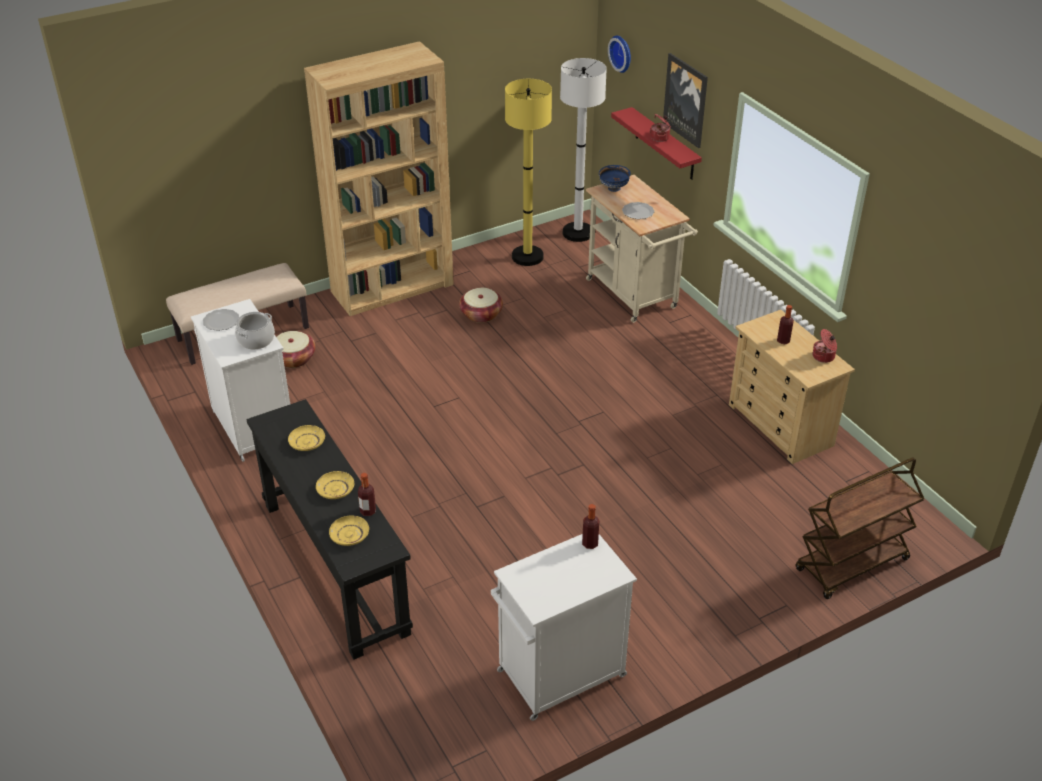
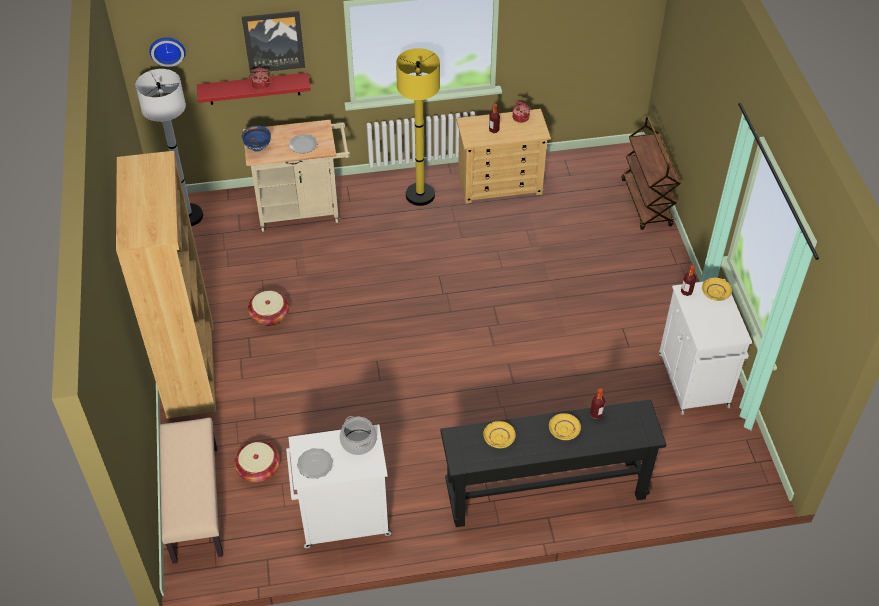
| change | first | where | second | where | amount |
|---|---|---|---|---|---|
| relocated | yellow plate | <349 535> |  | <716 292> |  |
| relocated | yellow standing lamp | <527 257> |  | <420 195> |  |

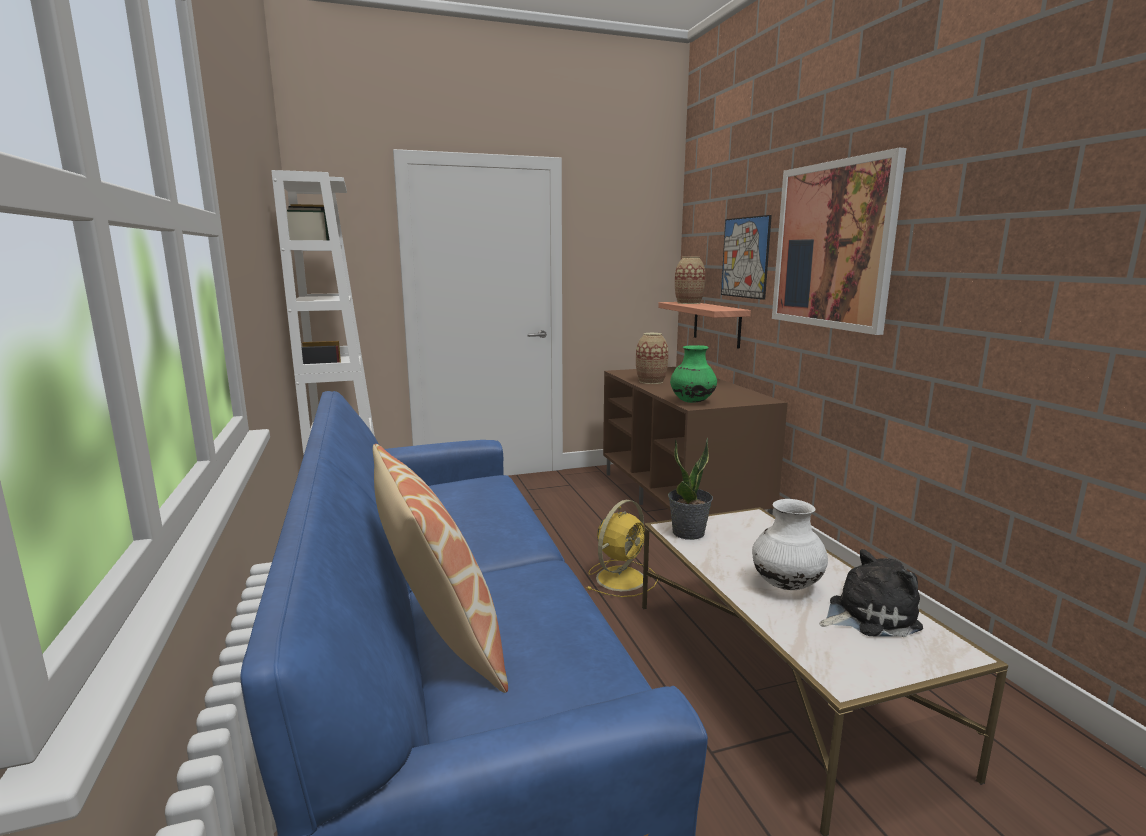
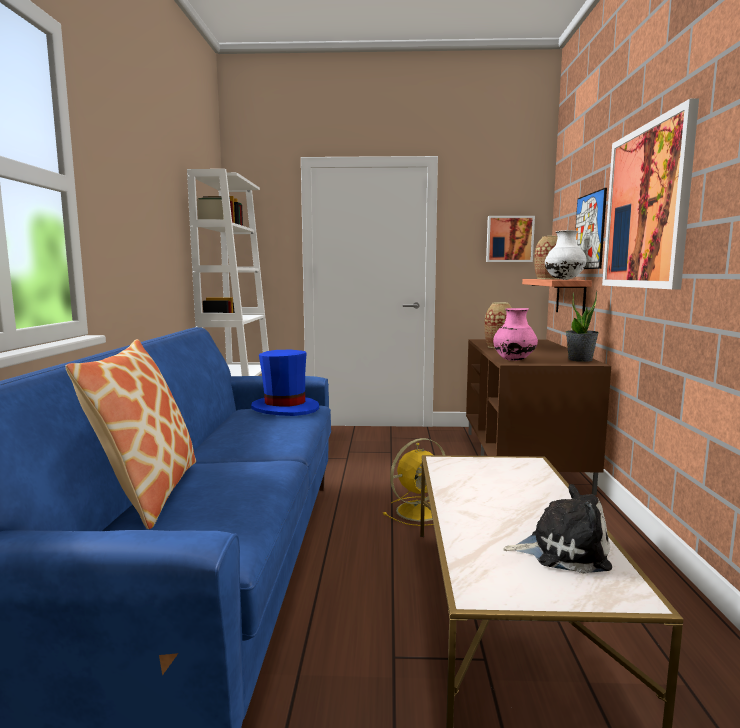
| change | first | where | second | where | amount |
|---|---|---|---|---|---|
| relocated | plant in a pot | <688 533> |  | <580 359> |  |
| colour | greenish flower vase | <692 402> | pinkish flower vase | <514 360> |  |
| relocated | whitish flower vase | <786 585> |  | <564 279> |  |
| appeared |  |  | blue hat | <285 408> |  |
| appeared |  |  | wall art | <509 239> |  |

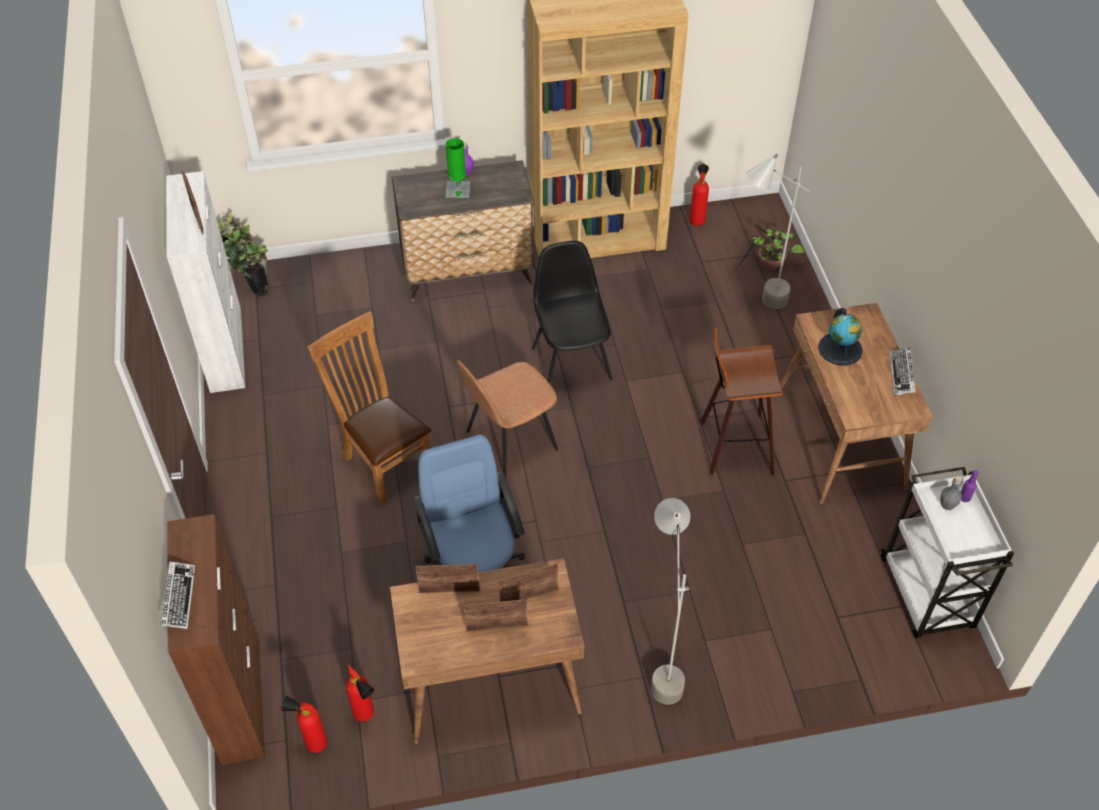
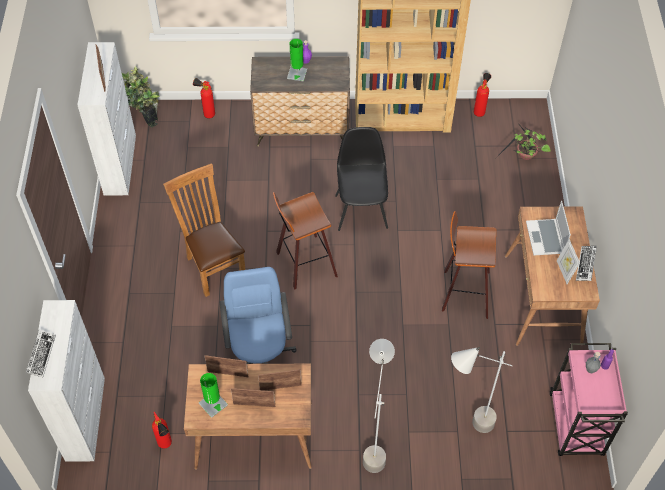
| change | first | where | second | where | amount |
|---|---|---|---|---|---|
| colour | brownish cabinet | <241 698> | whitish cabinet | <85 418> |  |
| relocated | fire-fighting cylinder | <312 743> |  | <207 114> |  |
| exchanged | brownish chair | <509 441> | sitting stool | <304 263> |  |
| relocated | grey standing lamp | <757 307> |  | <465 428> |  |
| exchanged | globe | <840 349> | portable computer | <545 238> |  |
| colour | whitish trolley | <927 595> | pinkish trolley | <576 426> |  |
| appeared |  |  | greenish tabletop lamp | <213 404> |  |
| appeared |  |  | photo frame | <564 271> |  |

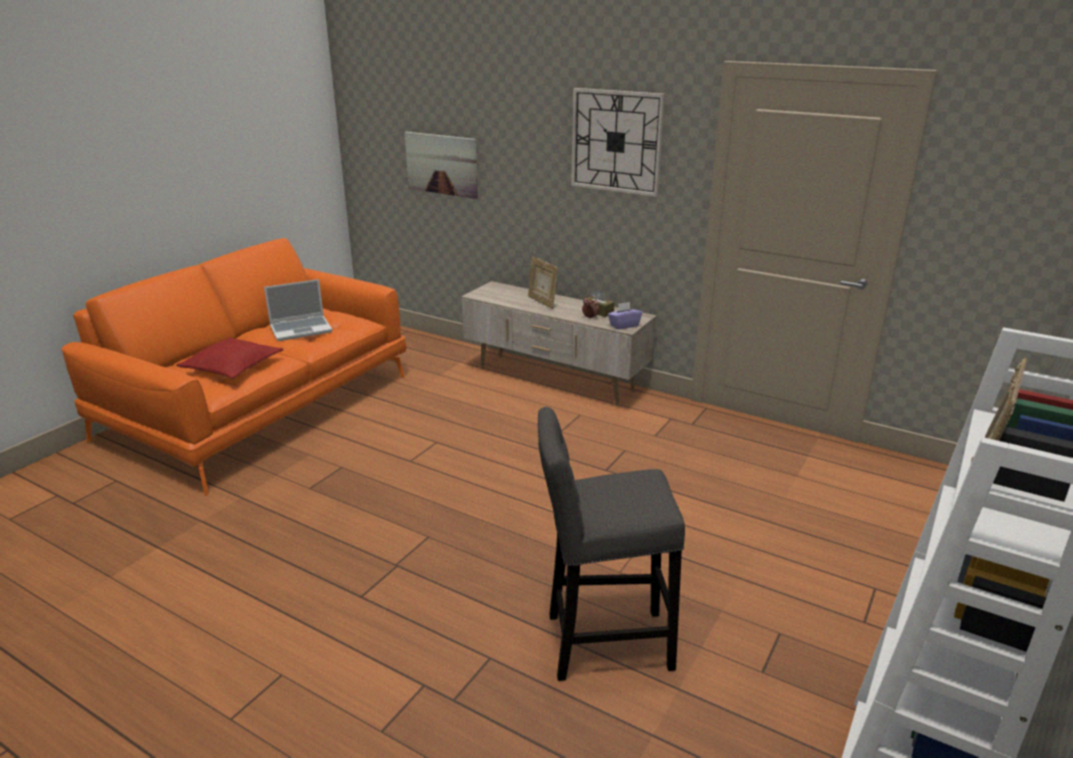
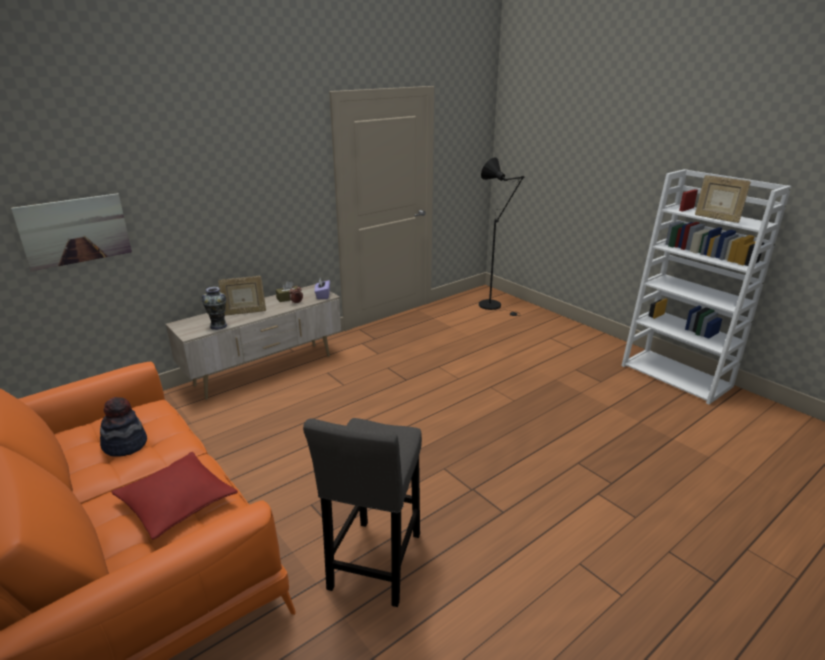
| change | first | where | second | where | amount |
|---|---|---|---|---|---|
| exchanged | portable computer | <301 329> | hat | <125 445> |  |
| relocated | grey sitting stool | <601 643> |  | <374 566> |  |
| missing | wall clock | <616 141> |  |  |  |
| appeared |  |  | flower vase | <218 326> |  |
| appeared |  |  | black-coloured standing lamp | <494 306> |  |

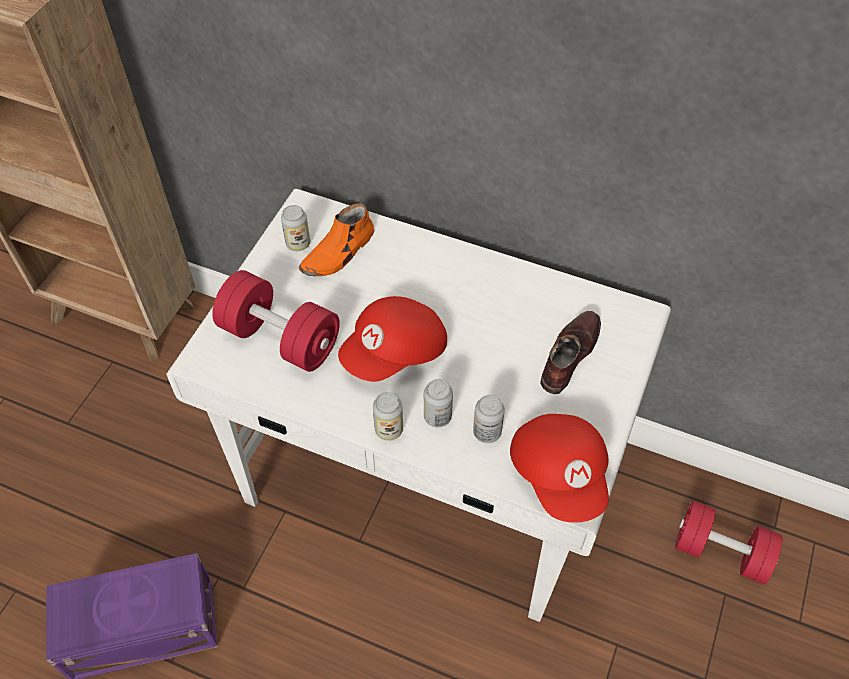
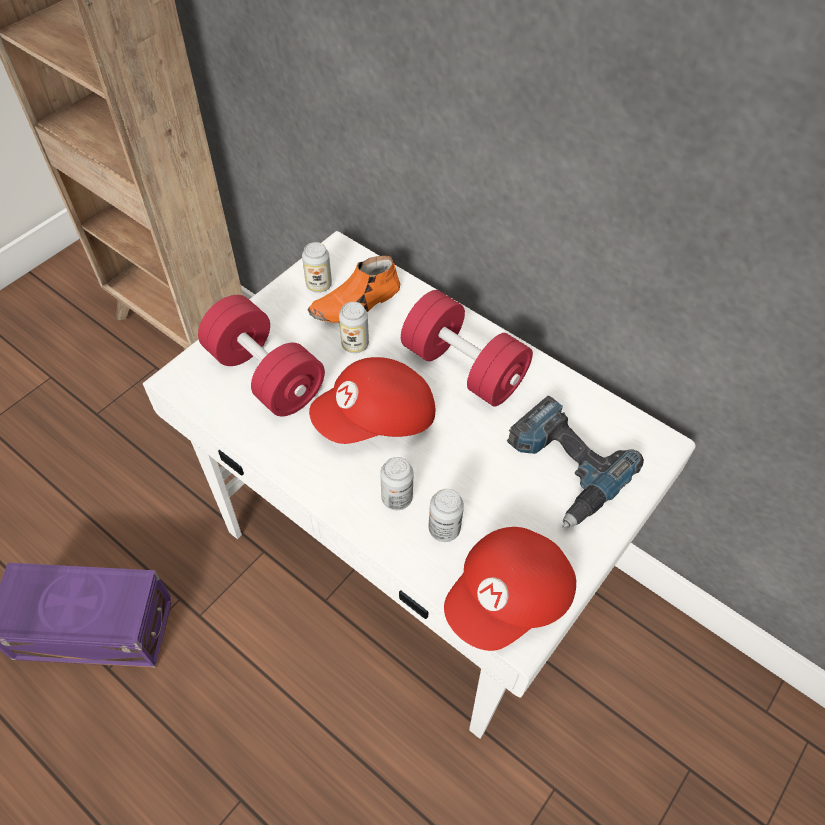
| change | first | where | second | where | amount |
|---|---|---|---|---|---|
| relocated | sealed can | <389 429> |  | <355 344> |  |
| spun | red-coloured baseball cap | <560 474> |  | <509 598> | 45 degrees clockwise |
| exchanged | brownish shoe | <568 355> | drill | <562 468> |  |
| relocated | red-coloured dumbbell | <721 551> |  | <463 368> |  |

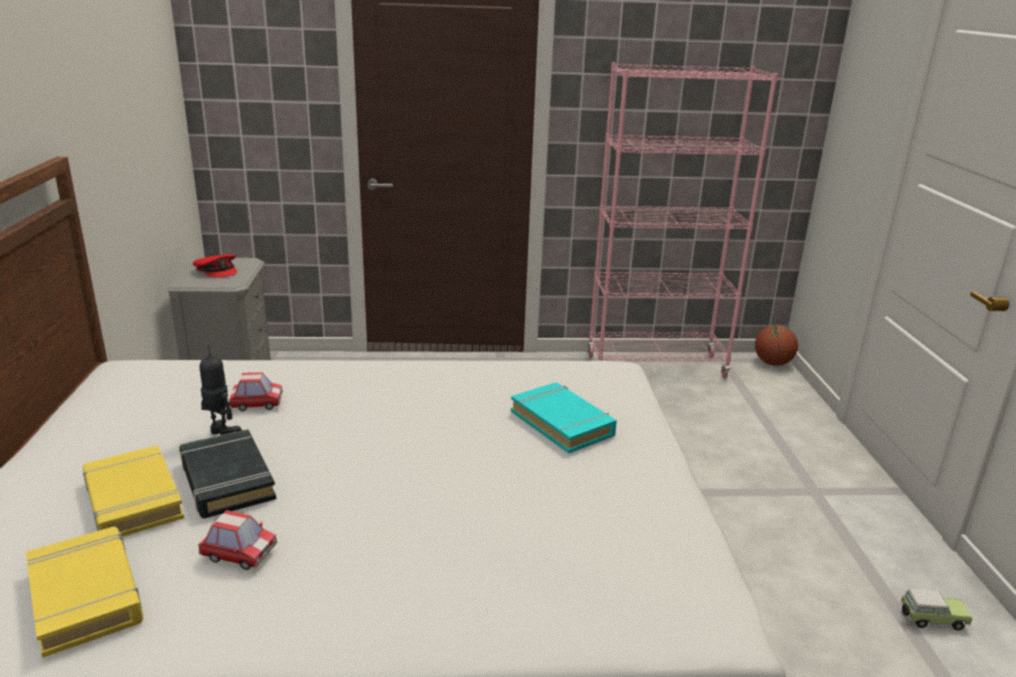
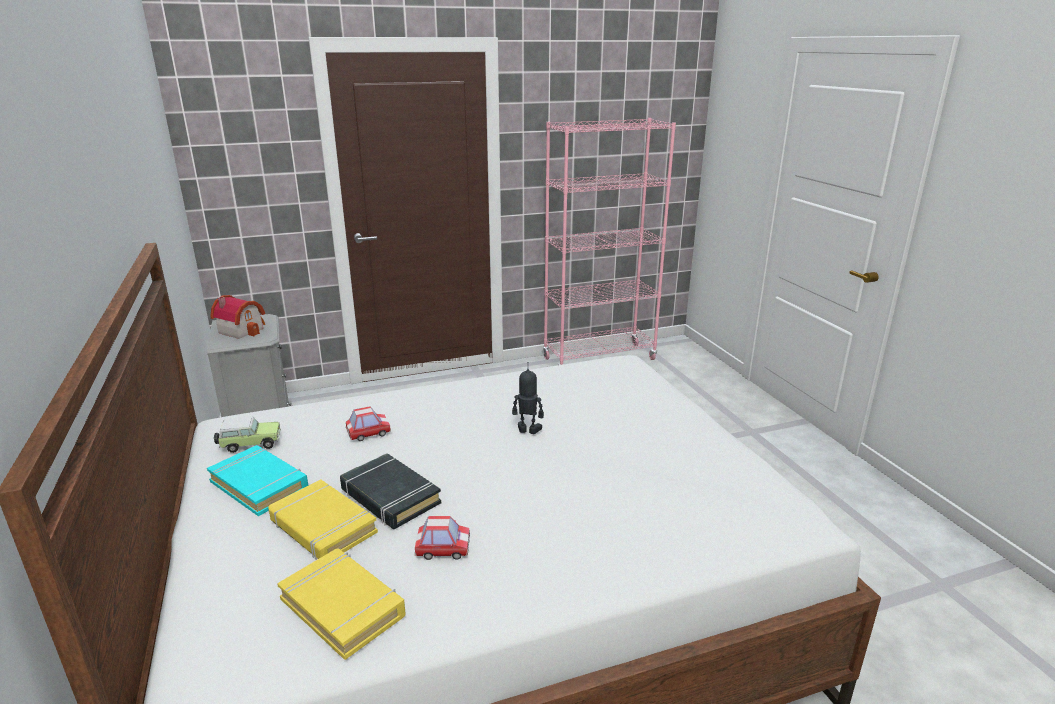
| change | first | where | second | where | amount |
|---|---|---|---|---|---|
| exchanged | red-coloured baseball cap | <217 271> | miniature house | <242 329> |  |
| relocated | robot figure | <221 433> |  | <528 431> |  |
| relocated | turquoise bound book | <562 423> |  | <260 485> |  |
| missing | basketball | <772 363> |  |  |  |
| relocated | miniature car | <930 619> |  | <249 444> |  |

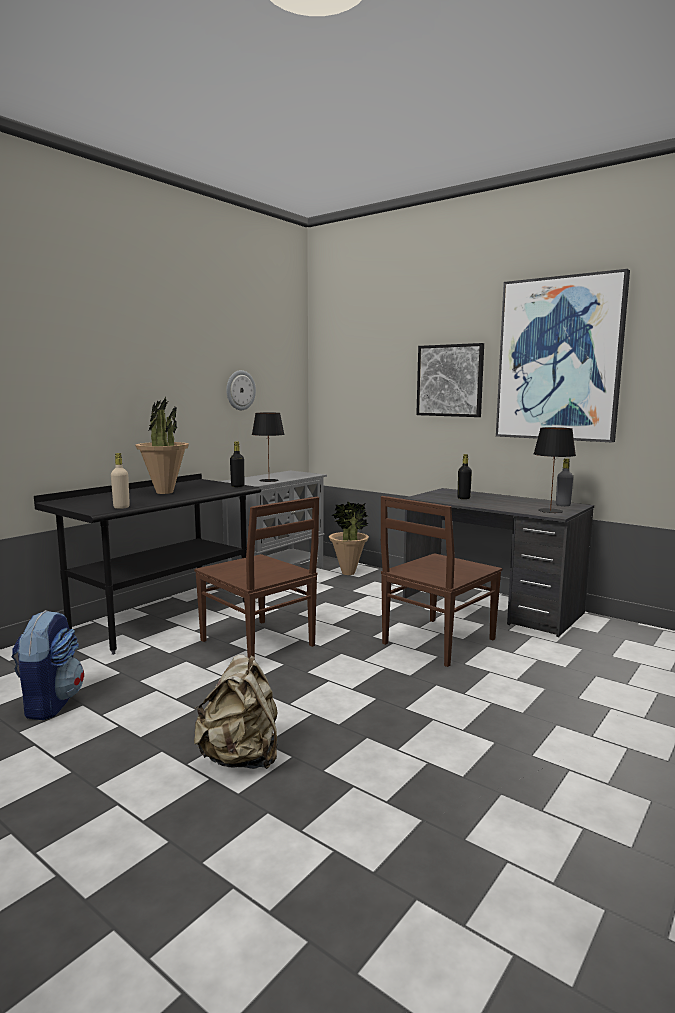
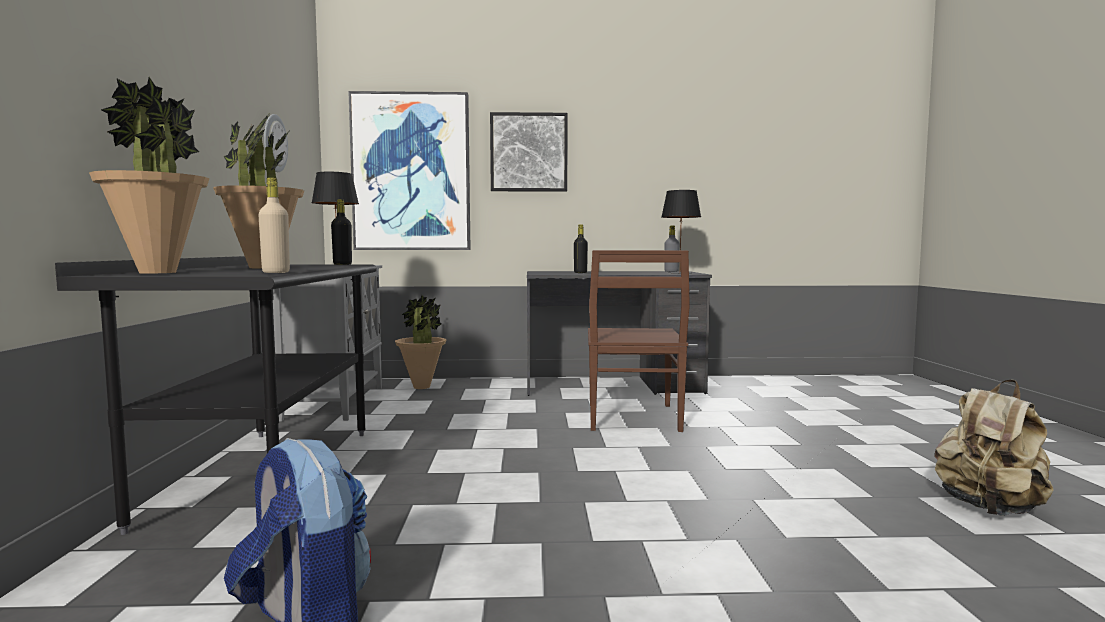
| change | first | where | second | where | amount |
|---|---|---|---|---|---|
| missing | brownish chair | <258 644> |  |  |  |
| relocated | beige-coloured backpack | <241 758> |  | <990 509> |  |
| relocated | wall art | <559 359> |  | <411 172> |  |
| appeared |  |  | plant in a pot | <158 272> |  |

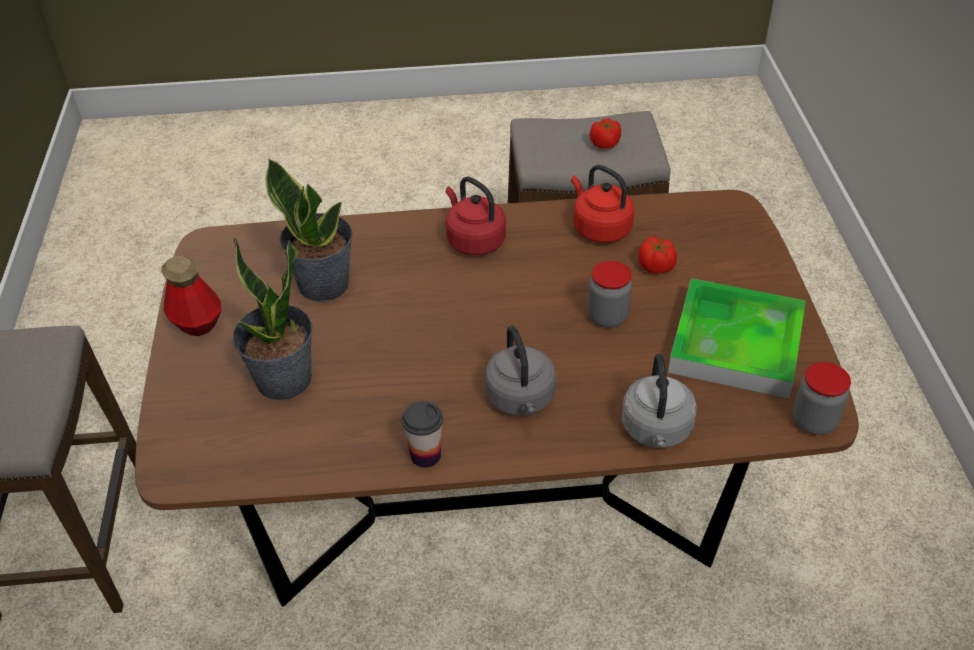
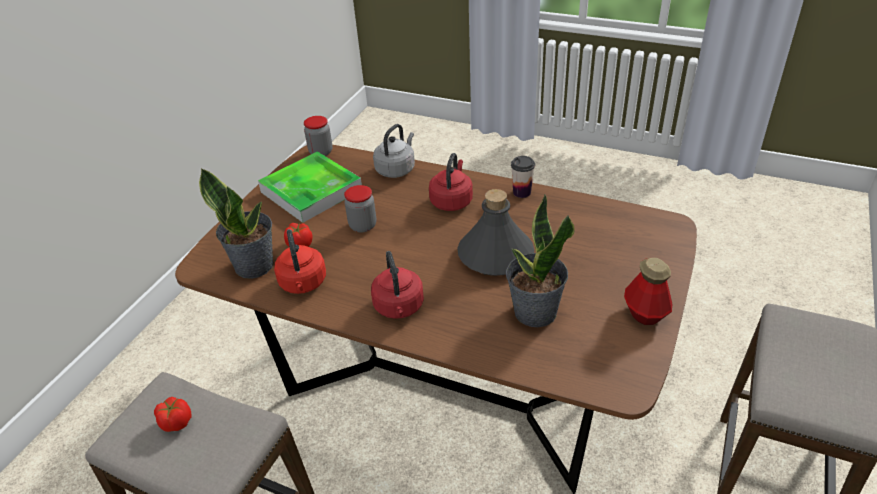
| change | first | where | second | where | amount |
|---|---|---|---|---|---|
| relocated | plant in a pot | <284 380> |  | <254 265> |  |
| colour | grey kettle | <521 400> | red-coloured kettle | <452 201> |  |
| appeared |  |  | grey drink bottle | <495 256> |  |

